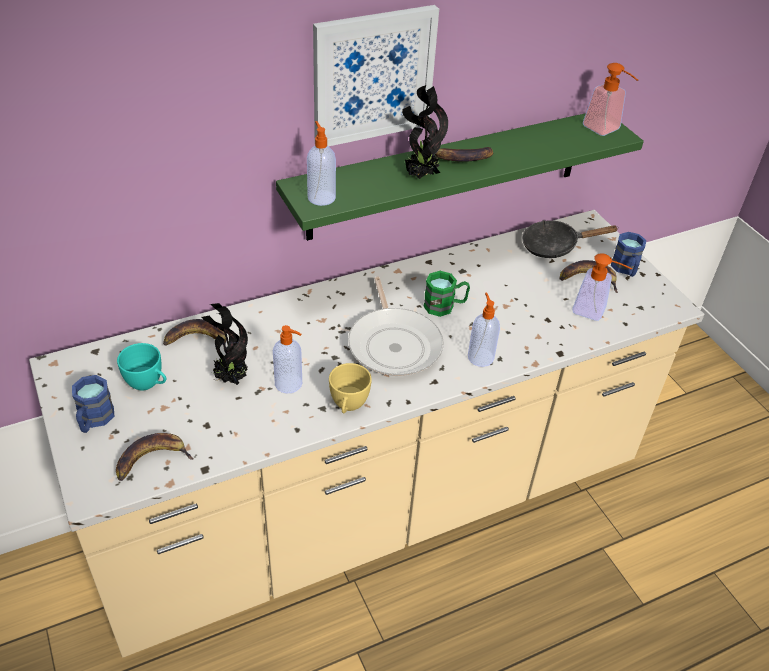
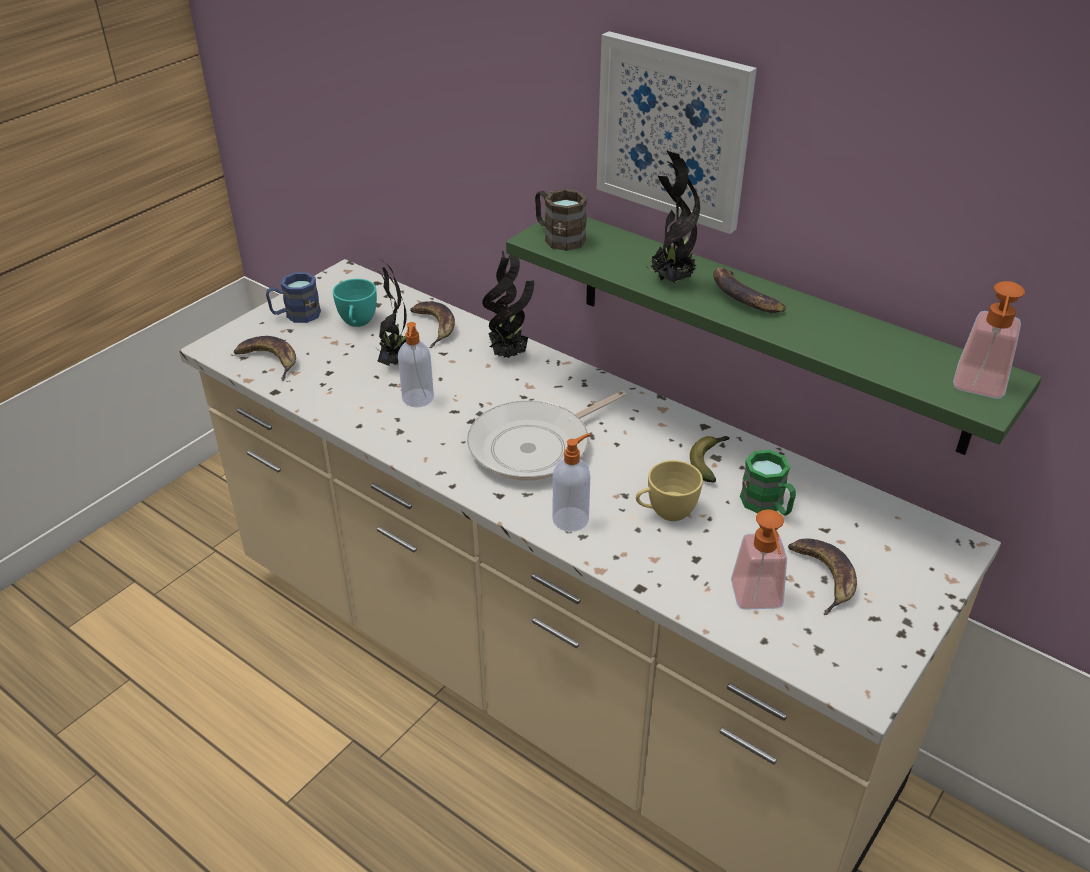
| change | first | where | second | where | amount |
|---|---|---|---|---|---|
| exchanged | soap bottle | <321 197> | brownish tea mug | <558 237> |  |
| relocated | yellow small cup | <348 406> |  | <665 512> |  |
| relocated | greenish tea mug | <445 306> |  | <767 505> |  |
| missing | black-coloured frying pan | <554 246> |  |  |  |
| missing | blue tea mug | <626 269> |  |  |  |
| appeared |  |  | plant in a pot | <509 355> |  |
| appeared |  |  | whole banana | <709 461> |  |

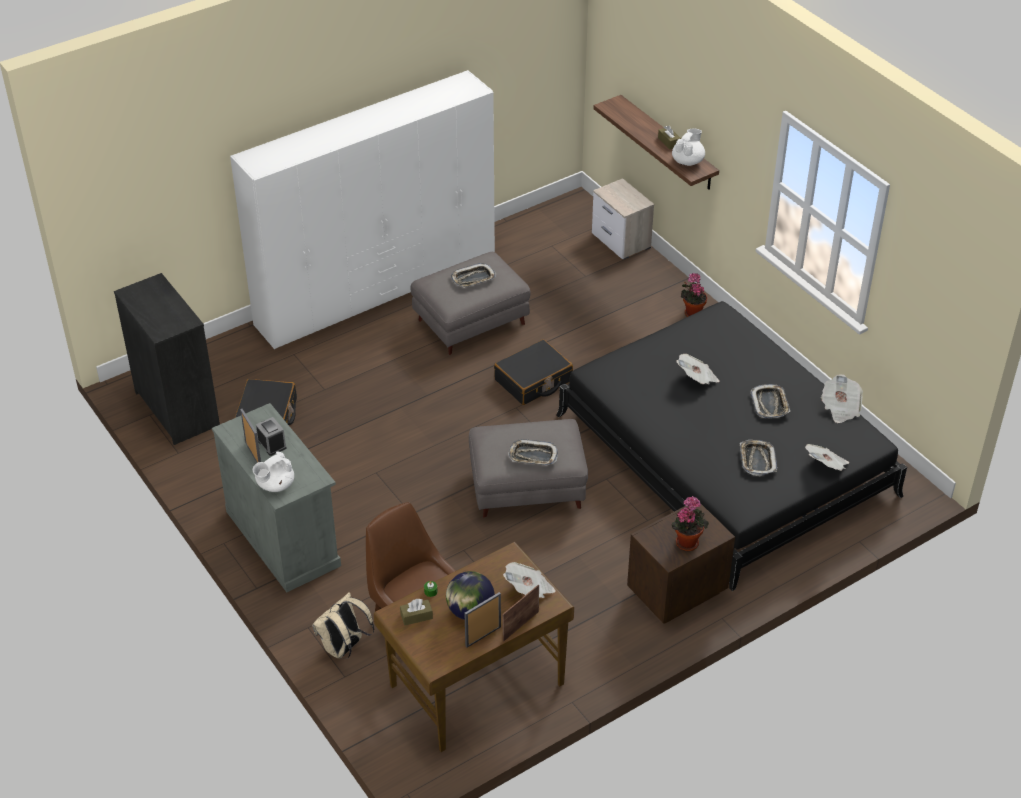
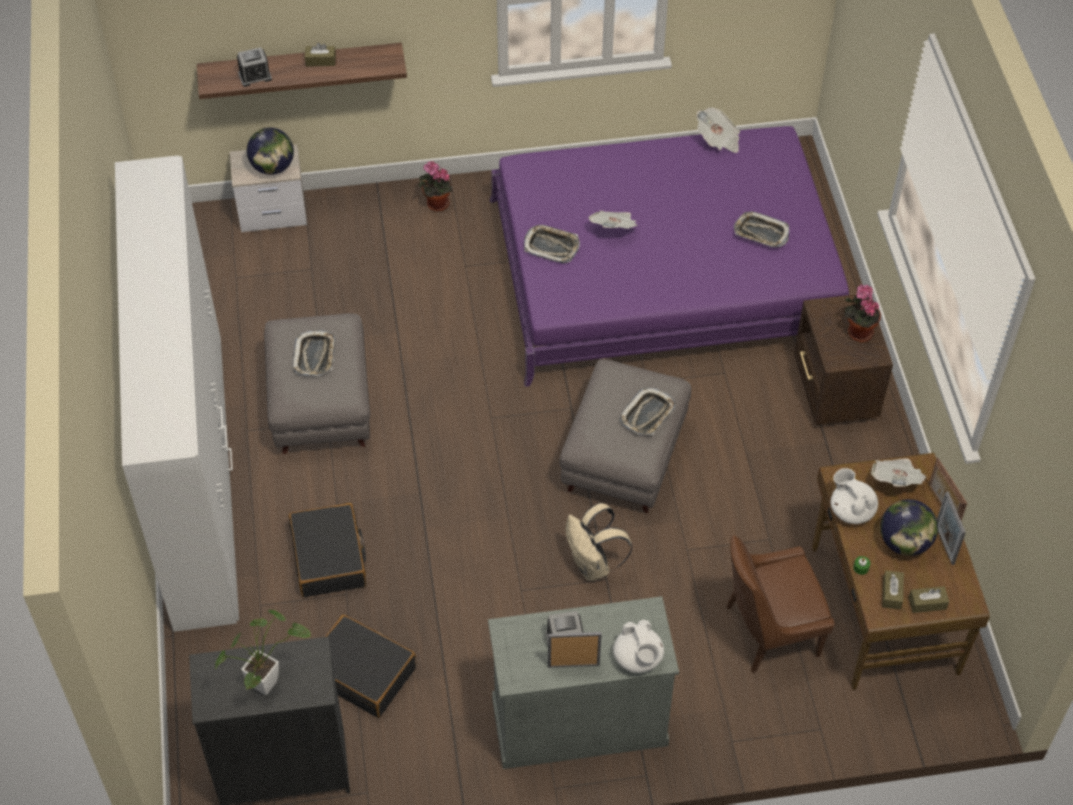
| change | first | where | second | where | amount |
|---|---|---|---|---|---|
| relocated | beige-coloured backpack | <344 648> |  | <593 565> |  |
| relocated | black-coloured suitcase | <533 381> |  | <329 558> |  |
| colour | black-coloured sleeping bed | <725 454> | purplish sleeping bed | <665 271> |  |
| relocated | whitish teapot | <688 161> |  | <851 510> |  |
| relocated | serving tray | <770 404> |  | <551 246> |  |
| missing | daily paper | <826 466> |  |  |  |
| appeared |  |  | plant in a pot | <268 679> |  |
| appeared |  |  | bedside clock | <255 76> |  |
| appeared |  |  | globe | <272 167> |  |
| appeared |  |  | brownish tissue box | <927 603> |  |

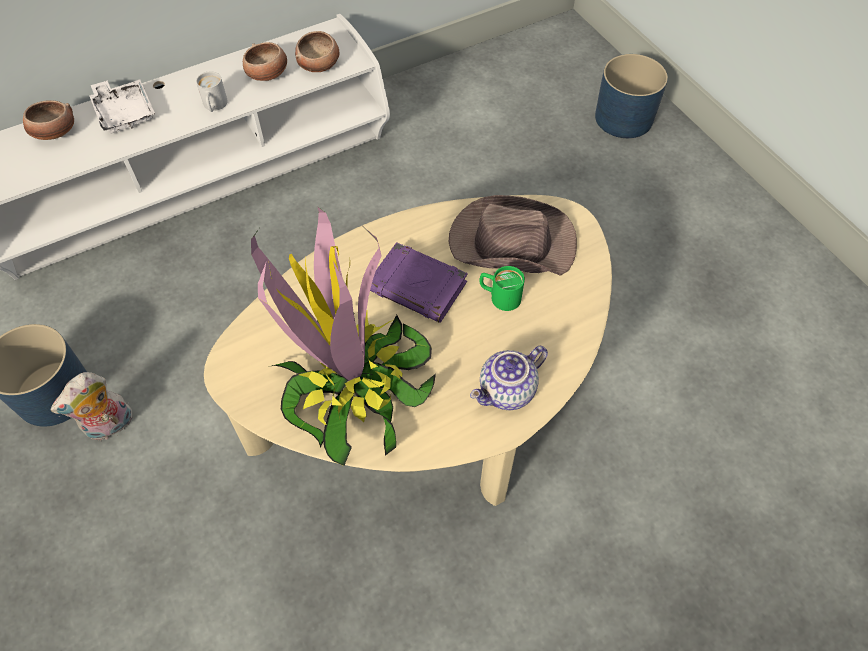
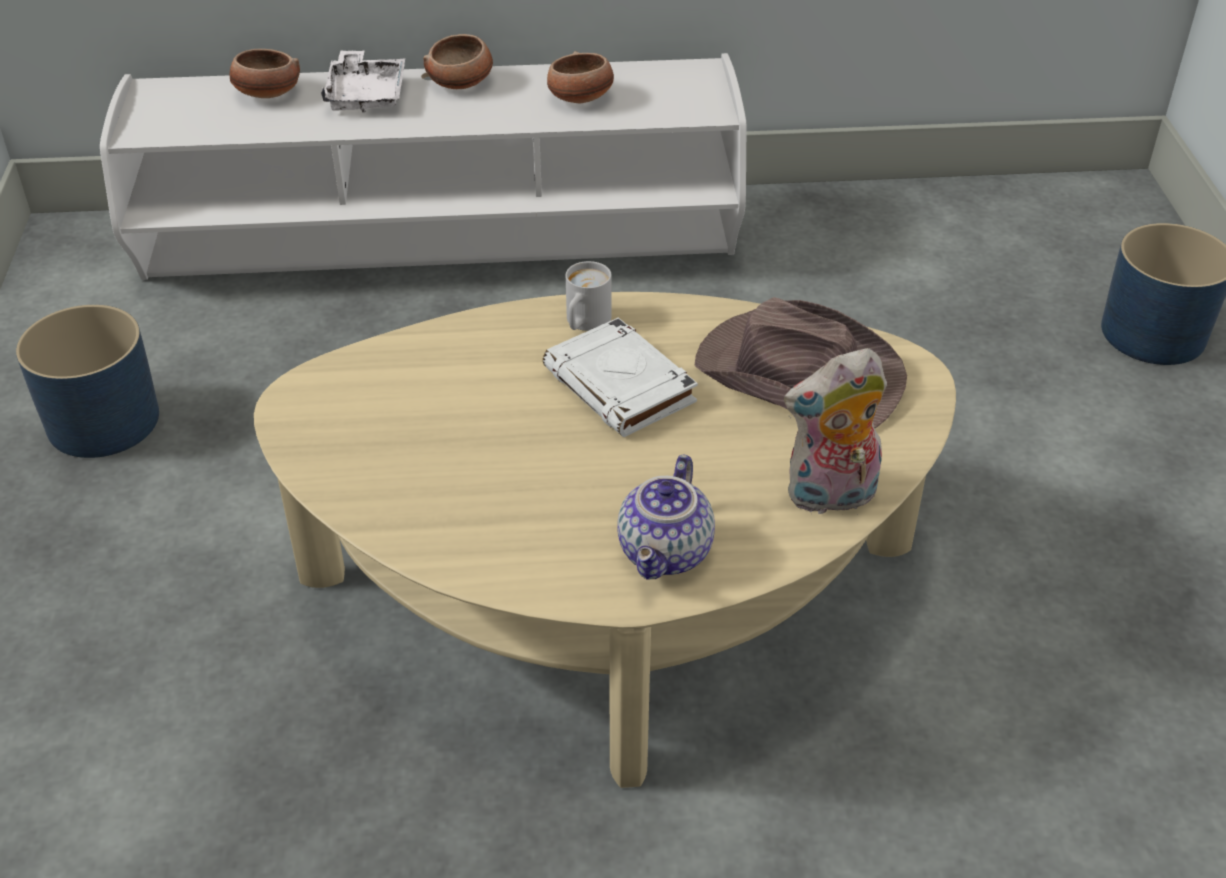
| change | first | where | second | where | amount |
|---|---|---|---|---|---|
| relocated | soft toy | <110 427> |  | <830 497> |  |
| relocated | whitish tea mug | <214 106> |  | <584 323> |  |
| missing | plant in a pot | <352 385> |  |  |  |
| relocated | deep dish | <319 64> |  | <462 83> |  |
| colour | purplish bound book | <418 287> | whitish bound book | <621 386> |  |
| spun | teapot | <507 392> |  | <667 554> | 60 degrees counterclockwise |
| missing | greenish tea mug | <499 296> |  |  |  |

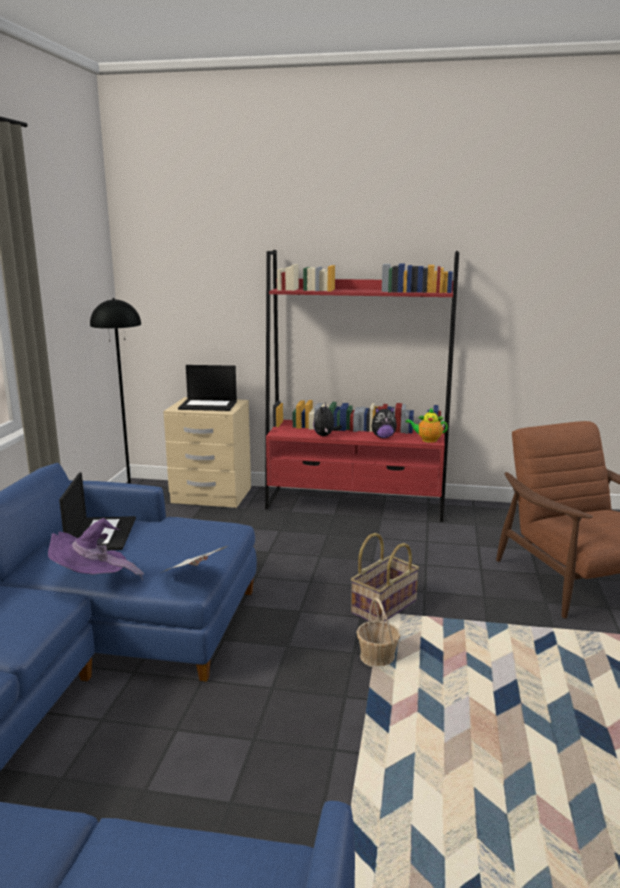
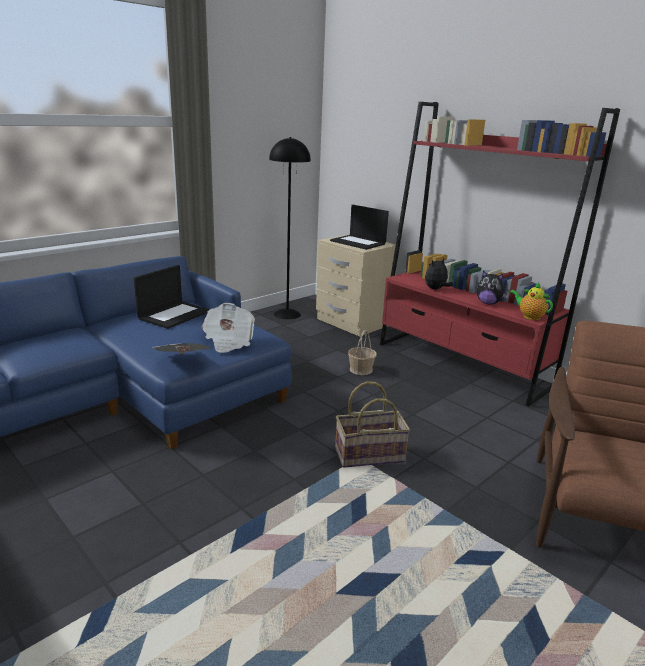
| change | first | where | second | where | amount |
|---|---|---|---|---|---|
| missing | purplish hat | <93 580> |  |  |  |
| relocated | basket | <377 657> |  | <360 369> |  |
| appeared |  |  | daily paper | <228 341> |  |

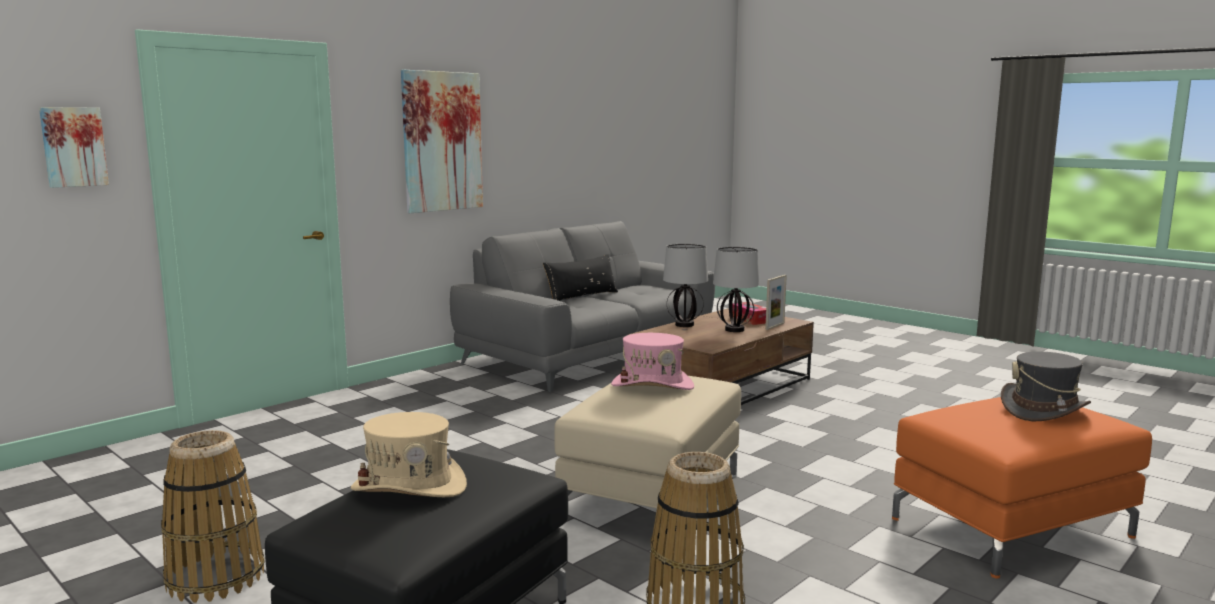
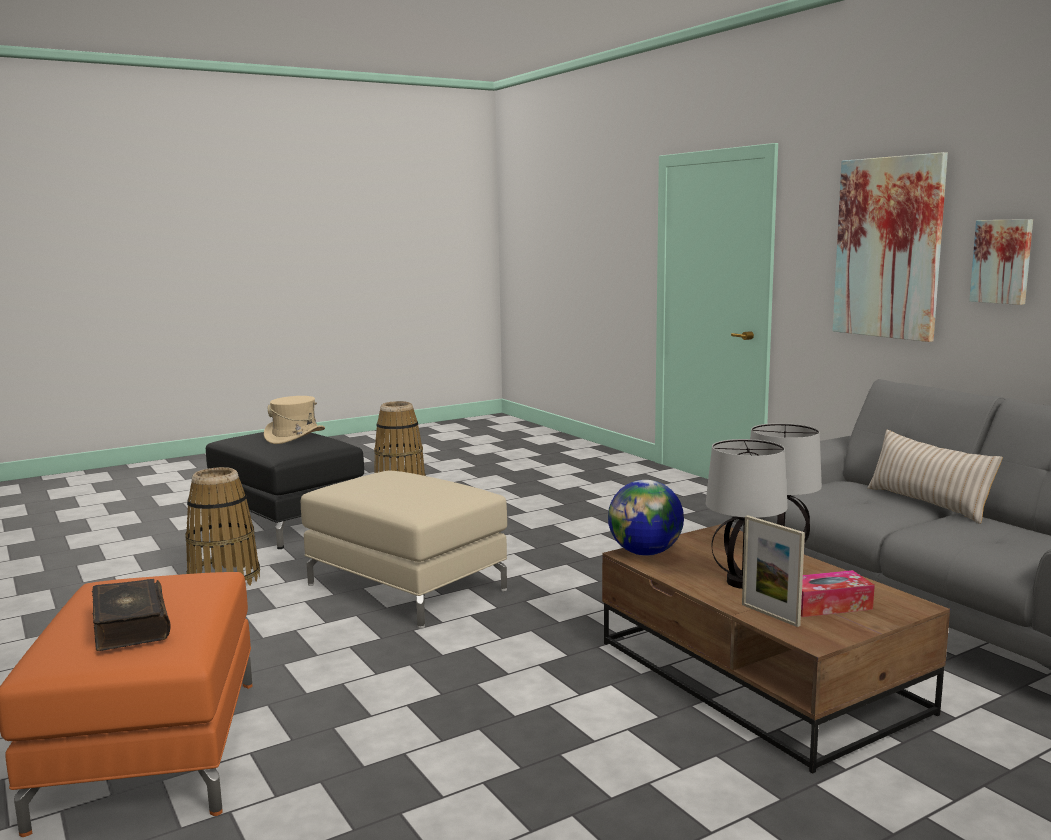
| change | first | where | second | where | amount |
|---|---|---|---|---|---|
| relocated | wall art | <73 147> |  | <1002 261> |  |
| colour | black-coloured pillow | <582 296> | beige-coloured pillow | <927 503> |  |
| missing | pinkish hat | <652 385> |  |  |  |
| exchanged | grey hat | <1043 410> | bound book | <129 627> |  |
| appeared |  |  | globe | <645 553> |  |

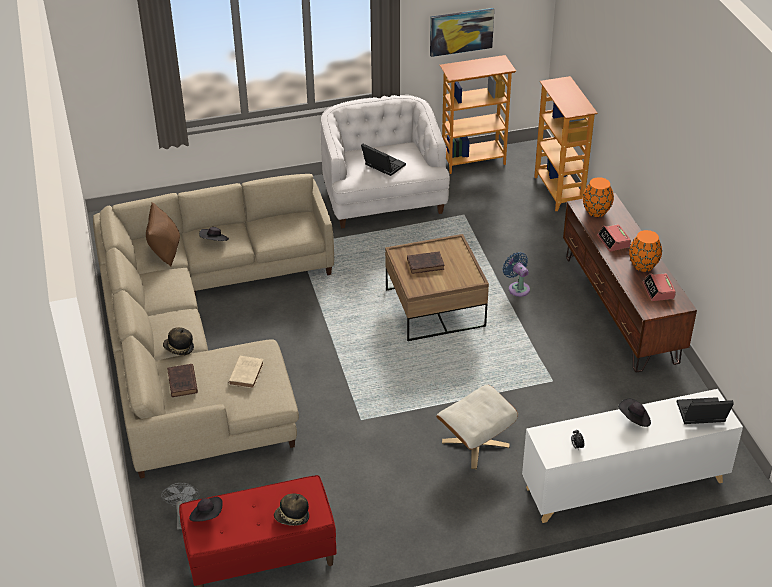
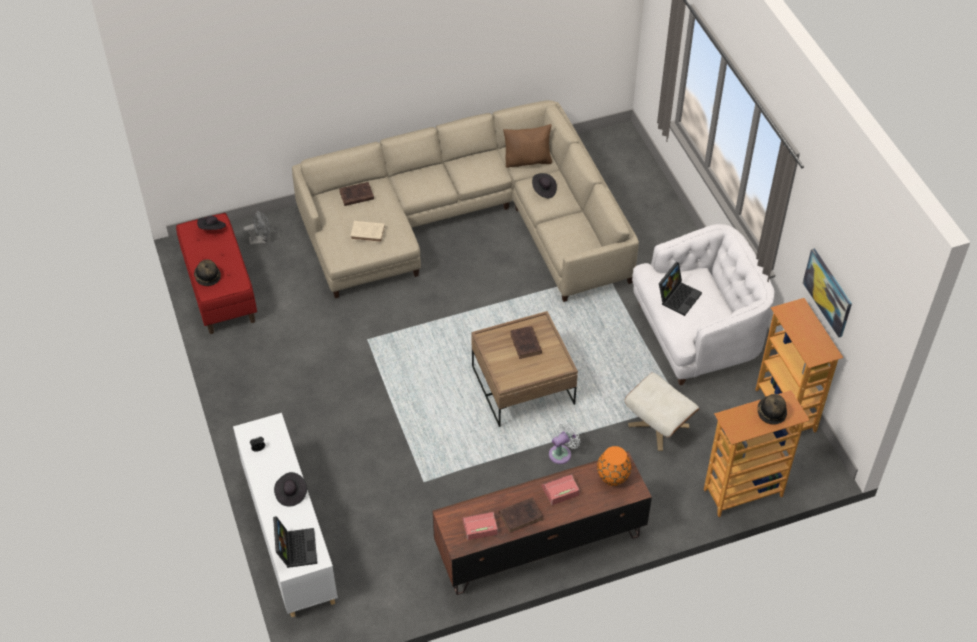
| change | first | where | second | where | amount |
|---|---|---|---|---|---|
| relocated | hat | <179 348> |  | <771 412> |  |
| relocated | beige-coloured footrest | <475 443> |  | <659 425> |  |
| colour | blue cooling fan | <517 288> | whitish cooling fan | <562 453> |  |
| exchanged | orange-coloured flower vase | <643 265> | brownish bound book | <522 516> |  |

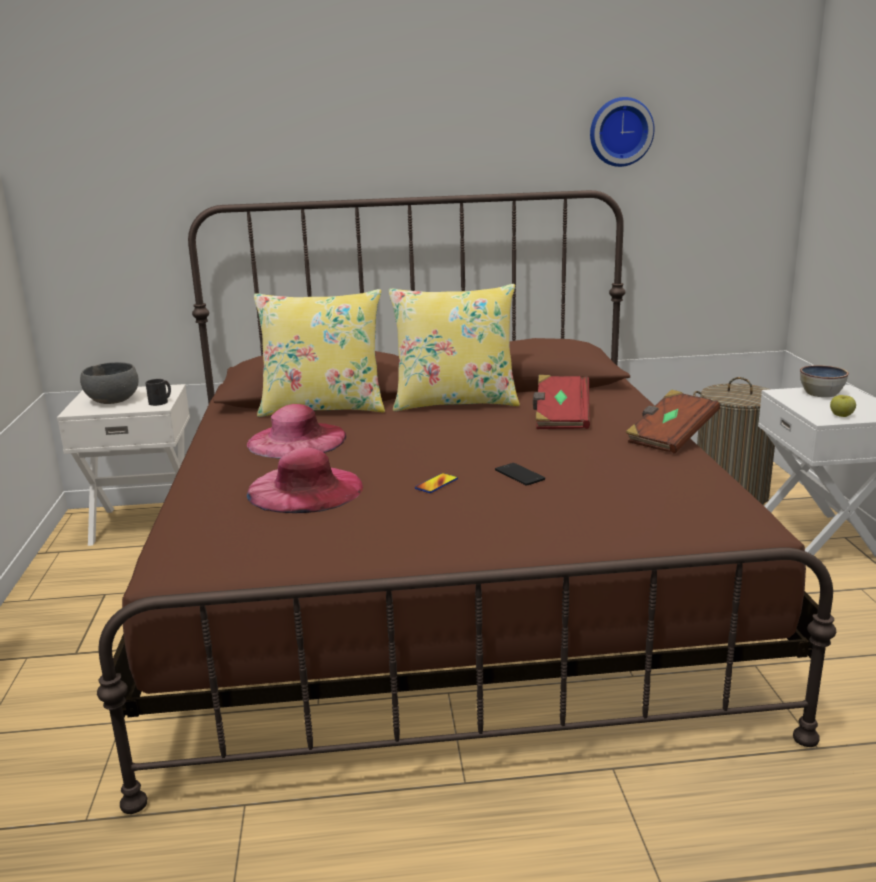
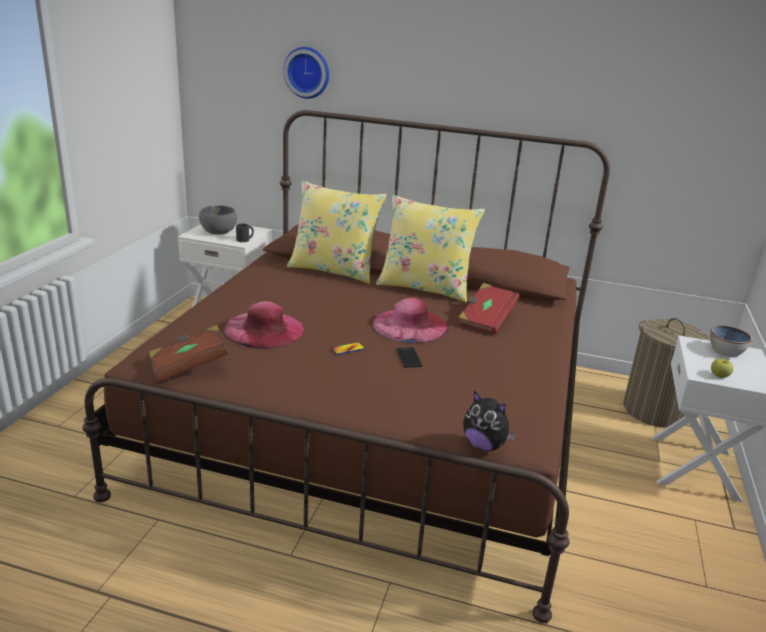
| change | first | where | second | where | amount |
|---|---|---|---|---|---|
| relocated | pinkish hat | <297 440> |  | <410 325> |  |
| relocated | wall clock | <620 132> |  | <307 72> |  |
| relocated | brownish bound book | <670 438> |  | <189 367> |  |
| appeared |  |  | soft toy | <484 445> |  |

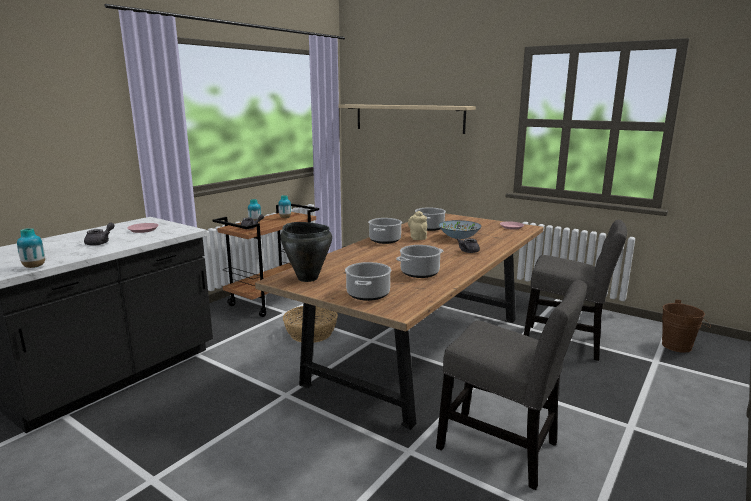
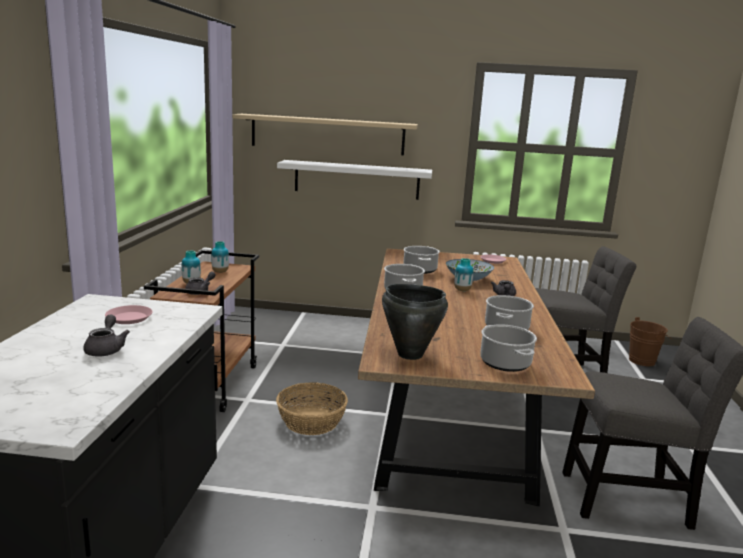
| change | first | where | second | where | amount |
|---|---|---|---|---|---|
| relocated | flower vase | <34 267> |  | <462 290> |  |
| missing | beige-coloured teapot | <417 237> |  |  |  |
| appeared |  |  | whitish shelf | <356 180> |  |

